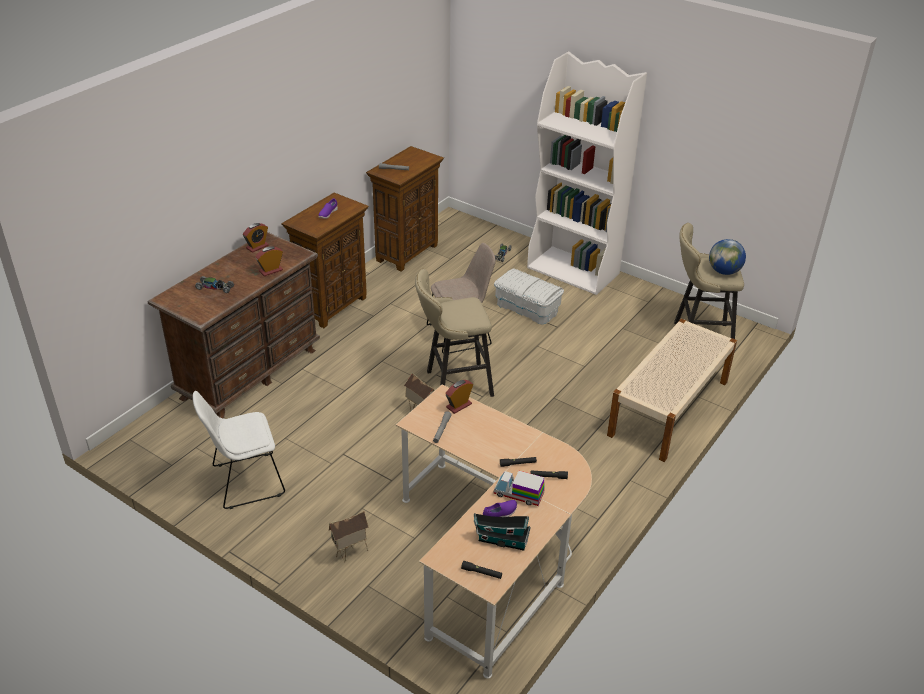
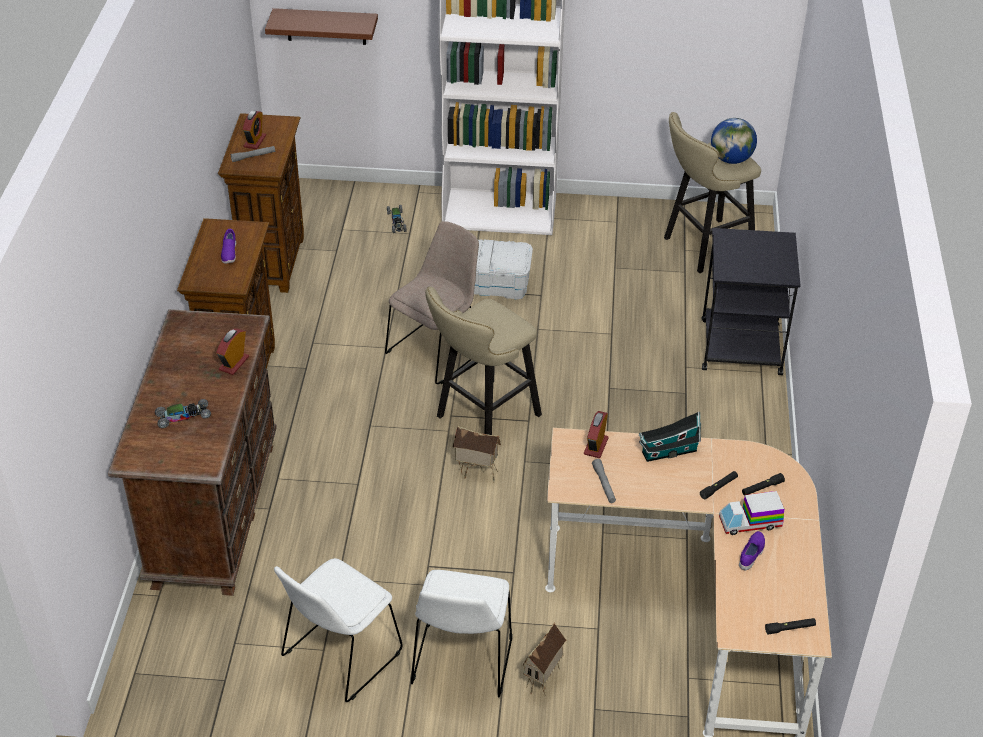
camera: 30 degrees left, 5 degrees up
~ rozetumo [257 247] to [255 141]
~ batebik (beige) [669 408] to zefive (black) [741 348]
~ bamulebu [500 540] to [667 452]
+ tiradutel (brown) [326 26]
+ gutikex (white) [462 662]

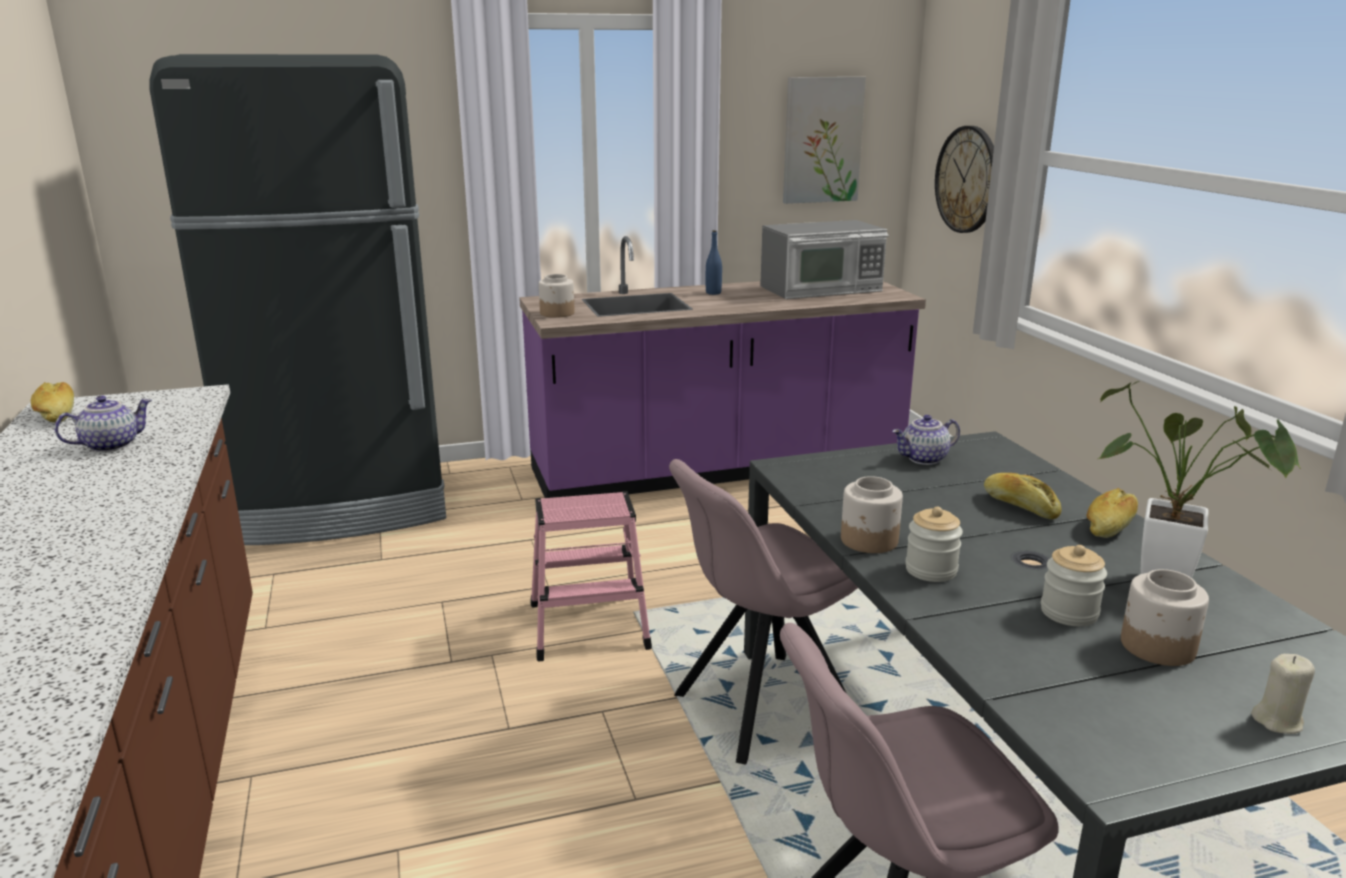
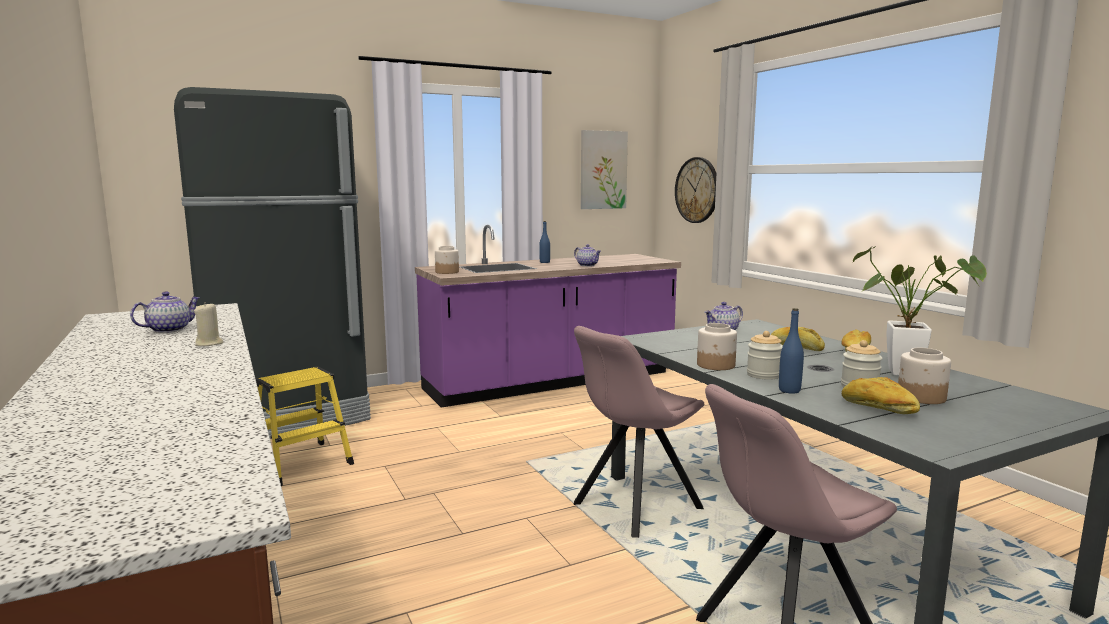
camera: 10 degrees left, 10 degrees down
- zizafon [822 289]
~ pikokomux [56 415] to [878 408]
- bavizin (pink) [589 624]
~ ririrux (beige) [1277 721] to [209 344]
+ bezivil [588 265]
+ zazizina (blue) [789 390]
+ bavizin (yellow) [302 462]

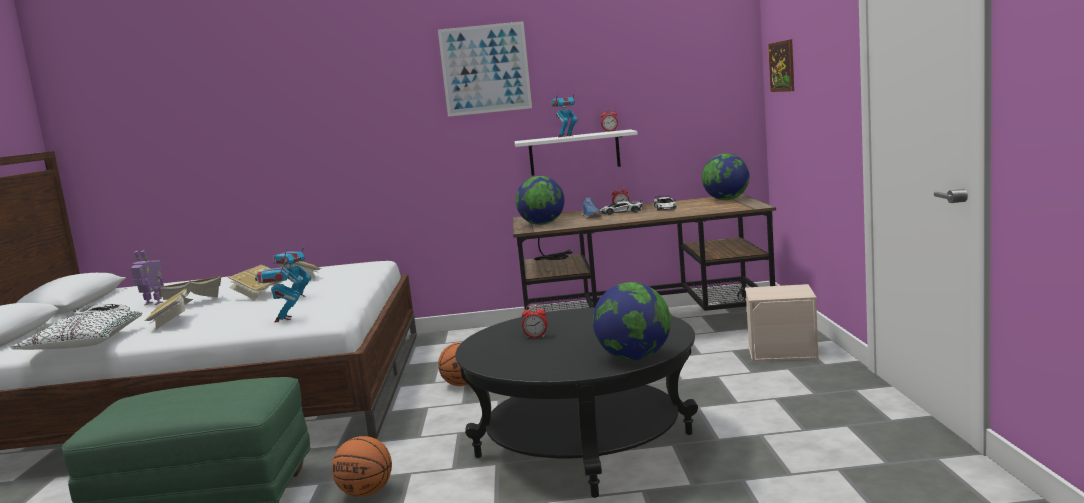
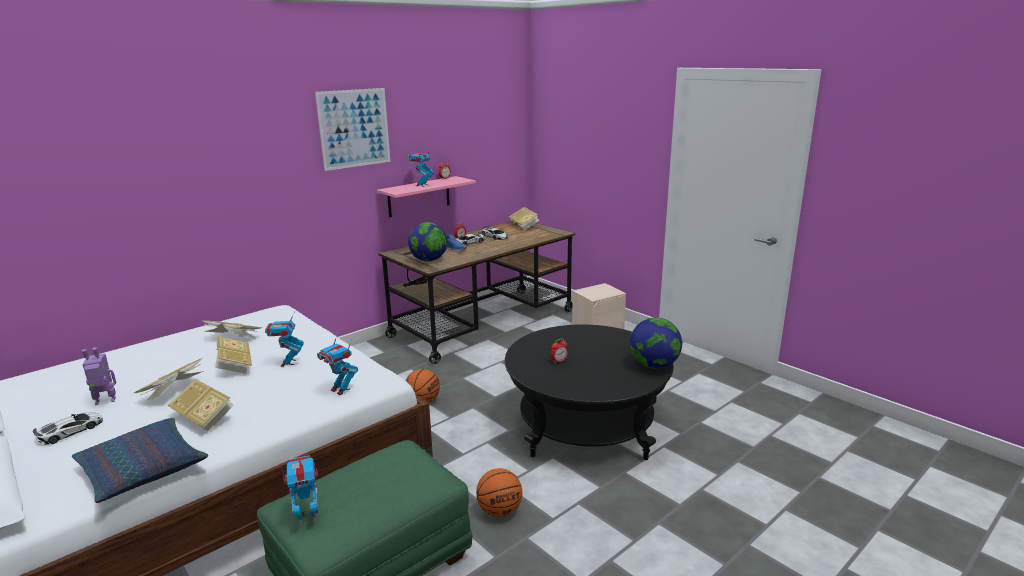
camera: 40 degrees left, 10 degrees up
- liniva [782 66]
~ tiradutel (white) [574 153] to tiradutel (pink) [419 196]
~ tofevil [726 199] to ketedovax [524 226]
~ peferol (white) [83 343] to peferol (blue) [142 469]
+ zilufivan [307 517]

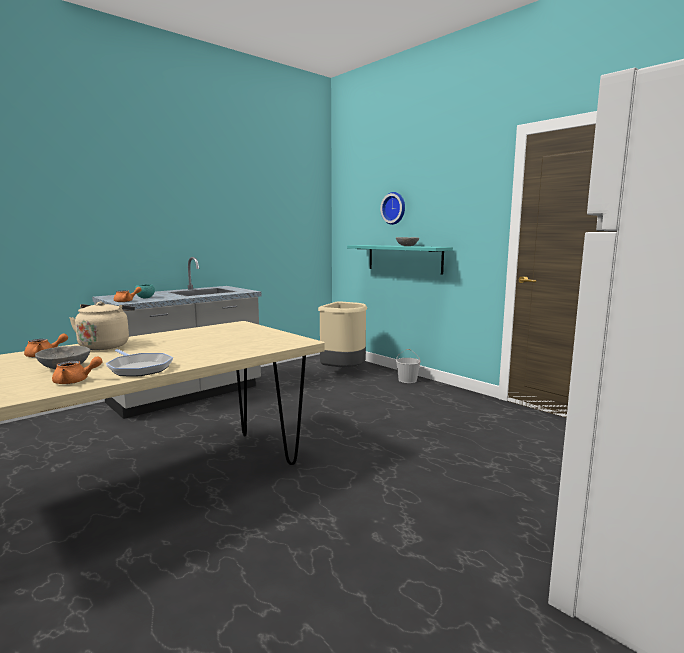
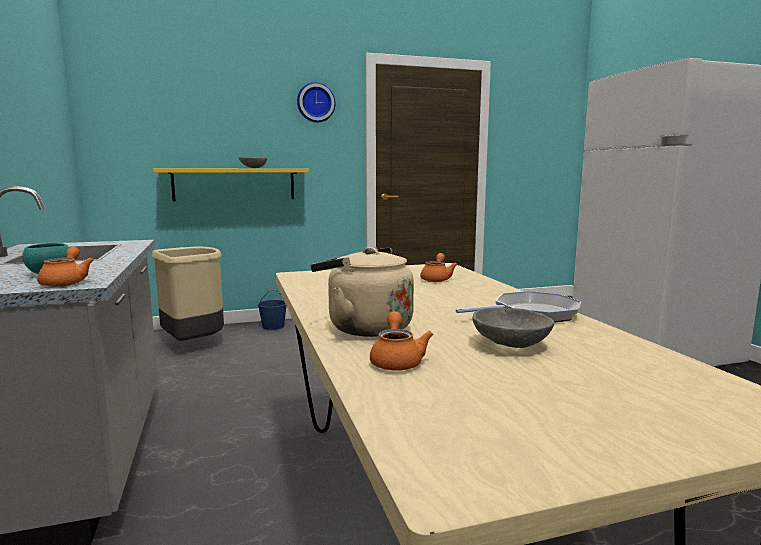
camera: 65 degrees left, 0 degrees up
~ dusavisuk [394 208] to [315 102]
~ tiradutel (turquoise) [404 258] to tiradutel (yellow) [234 184]
~ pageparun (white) [408 380] to pageparun (blue) [273 326]
~ bezivil (orange) [75 381] to [437 279]

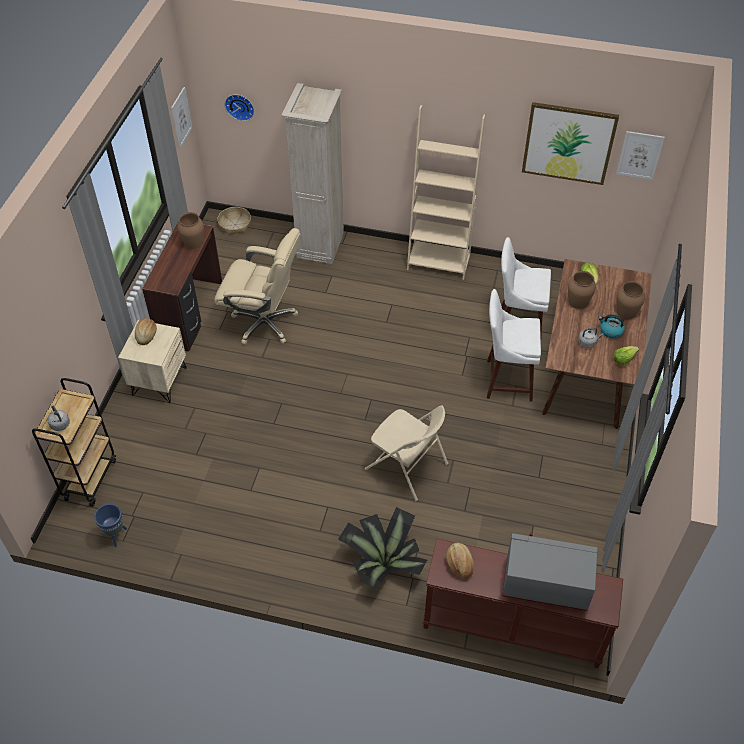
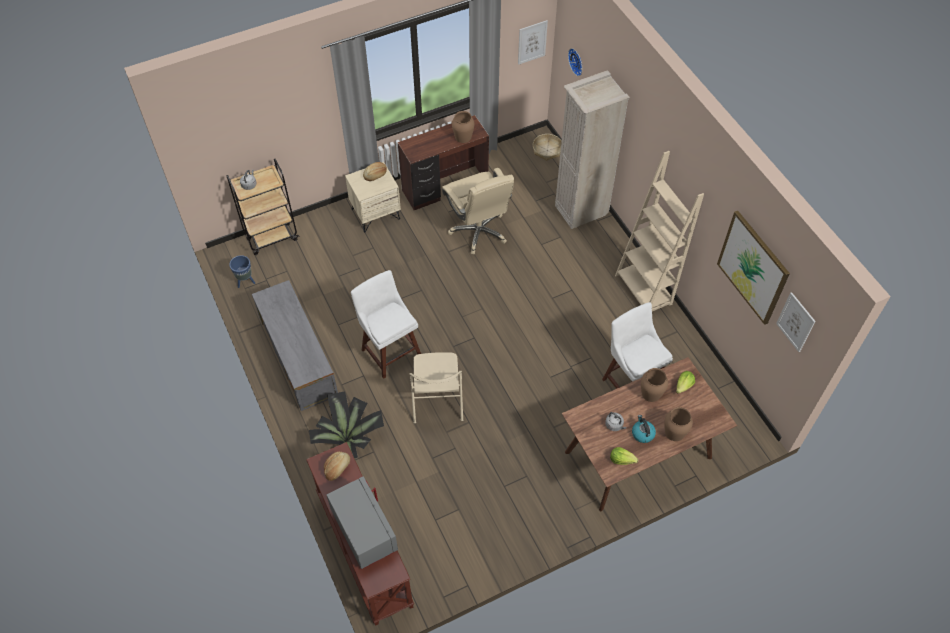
camera: 50 degrees right, 5 degrees up
~ gutikex (white) [505 379] to [390 350]
+ batebik (grey) [296 355]

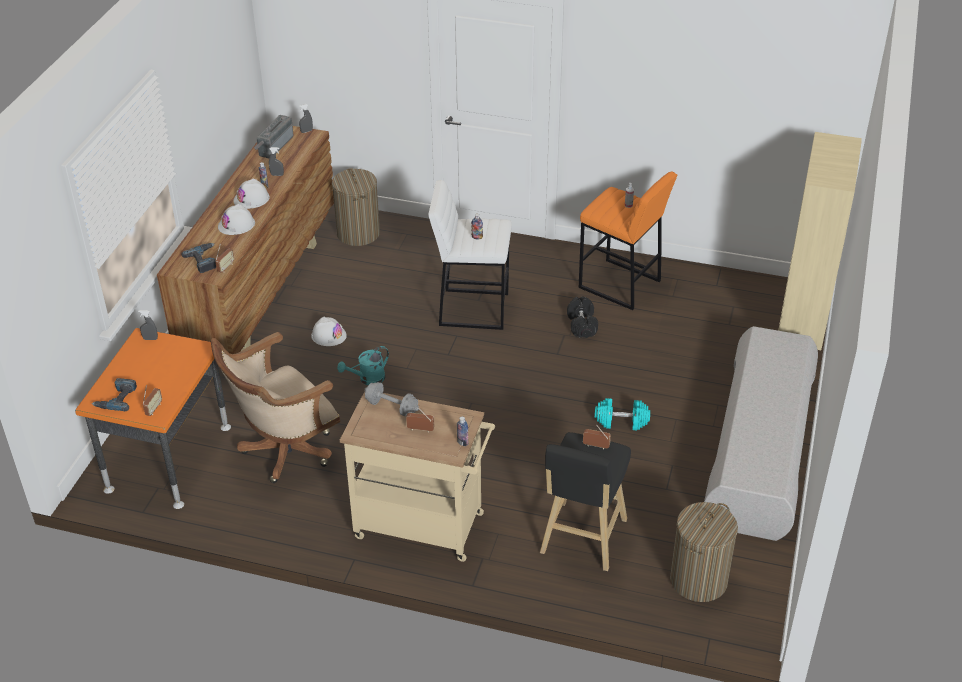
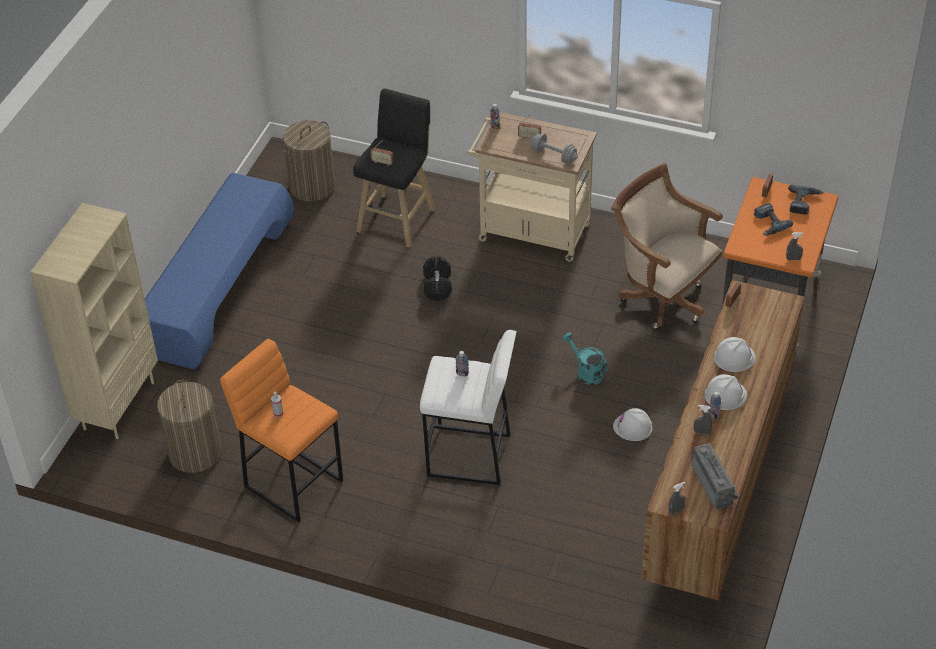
camera: 175 degrees left, 5 degrees up
~ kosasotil [274 145] = [715 484] 45 degrees counterclockwise
~ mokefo [358 233] to [195 453]
~ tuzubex [204 260] to [768 223]
~ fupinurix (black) [581 325] to [437 286]
~ batebik (grey) [760 448] to batebik (blue) [216 287]
~ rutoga [284 453] = [660 299] 105 degrees counterclockwise
~ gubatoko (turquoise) [368 379] = [586 372] 105 degrees counterclockwise
- fupinurix (turquoise) [621 421]

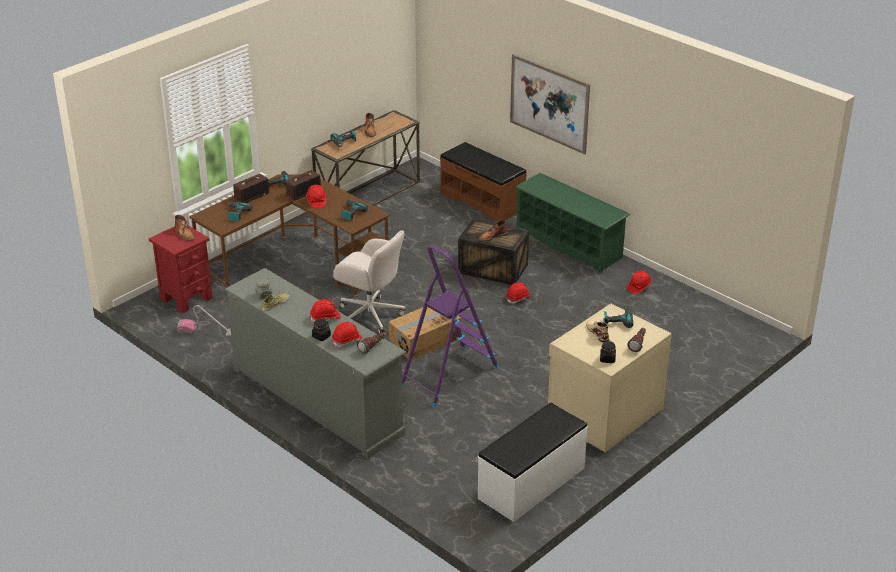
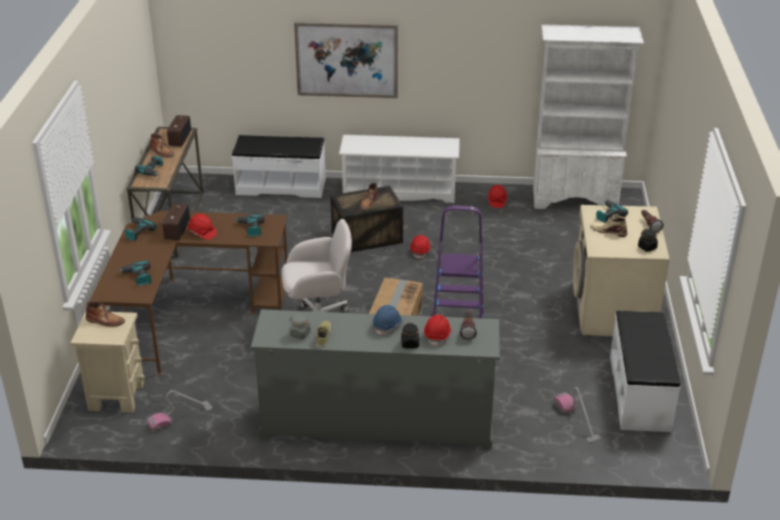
camera: 40 degrees left, 0 degrees up
~ batebik (brown) [482 201] to batebik (white) [281 186]
~ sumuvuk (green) [569 244] to sumuvuk (white) [399 191]
~ kosasotil [252 196] to [179 138]
~ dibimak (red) [187 298] to dibimak (beige) [117 396]
~ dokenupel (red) [325 317] to dokenupel (blue) [388 325]
+ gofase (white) [575 199]
+ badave [576 420]

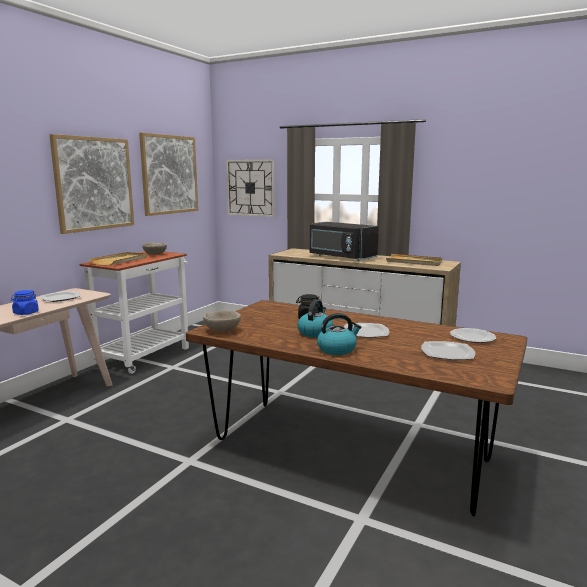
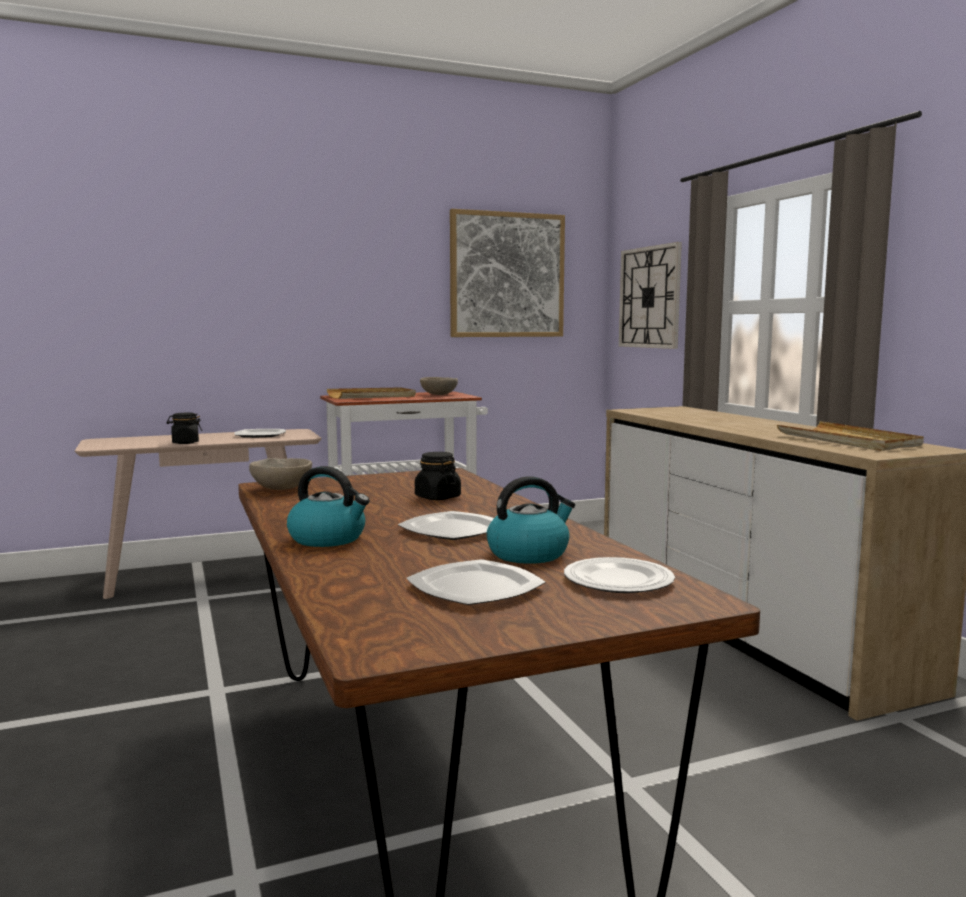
camera: 40 degrees right, 5 degrees down
- liniva [94 184]
- zizafon (black) [340 257]
~ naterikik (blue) [26 313] to naterikik (black) [185 442]
~ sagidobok [315 332] to [529 554]

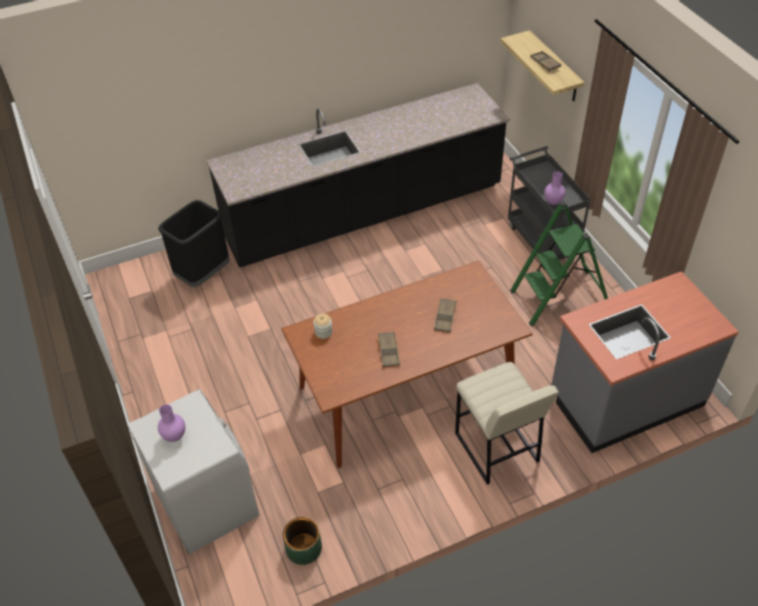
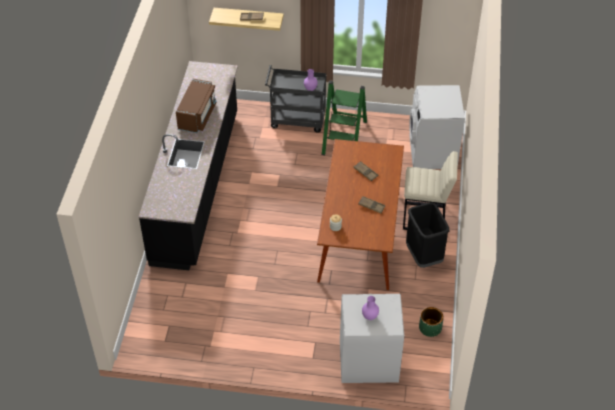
camera: 60 degrees left, 0 degrees up
~ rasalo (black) [203 274] to [424 256]
~ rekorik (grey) [625 398] to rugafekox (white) [431 151]
+ zizafon (brown) [197 116]

